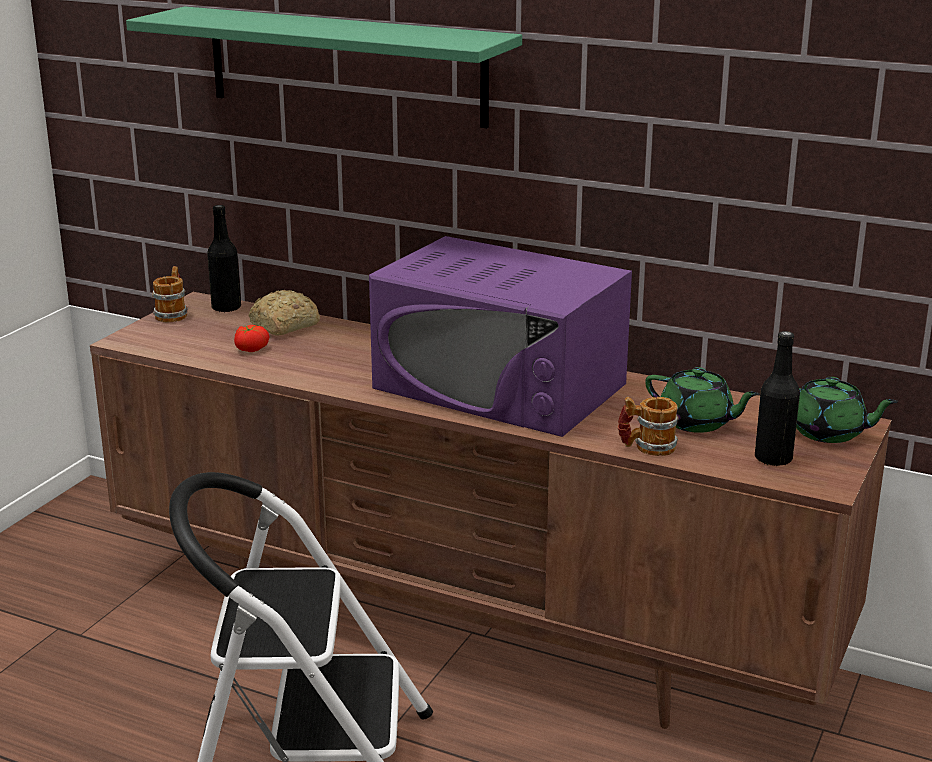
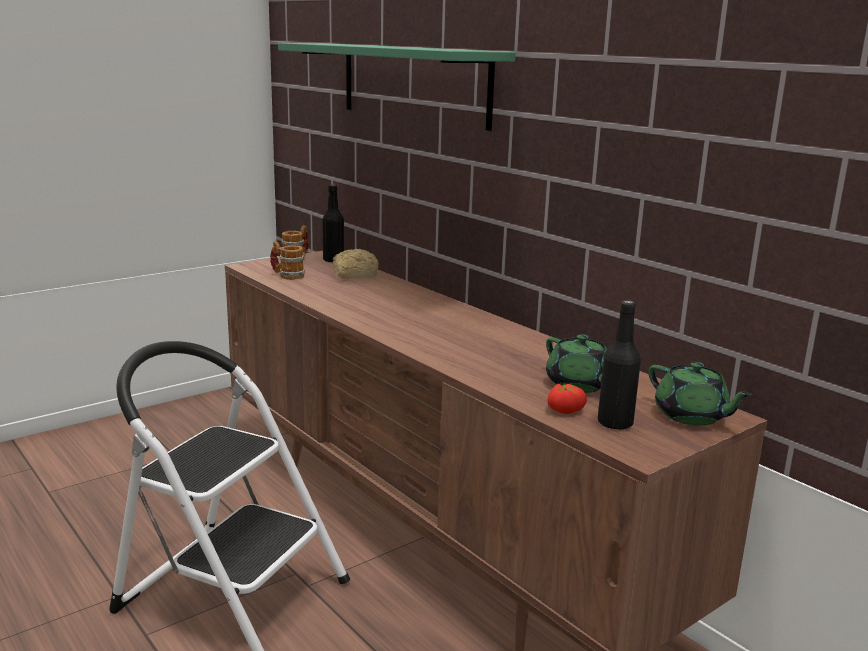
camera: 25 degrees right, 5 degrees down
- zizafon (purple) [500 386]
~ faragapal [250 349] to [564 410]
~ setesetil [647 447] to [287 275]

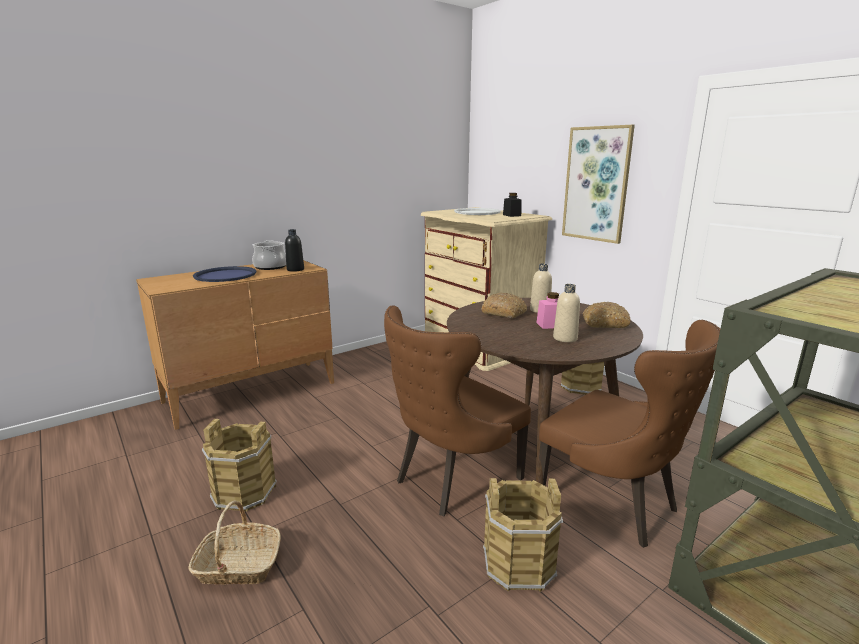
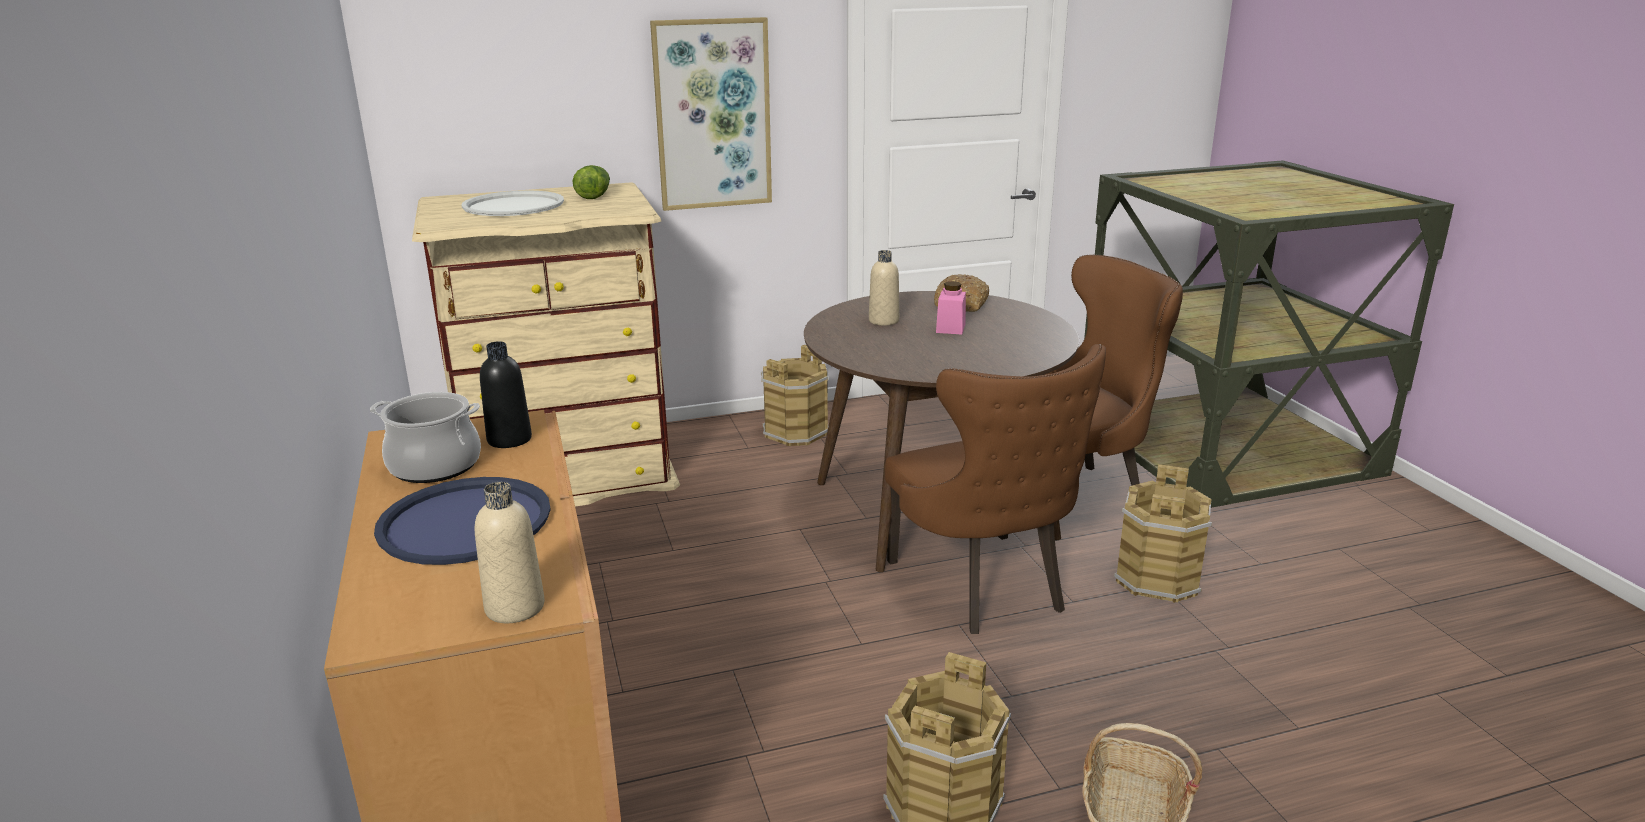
camera: 70 degrees left, 5 degrees up
~ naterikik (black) [512 215] to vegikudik [593 195]
~ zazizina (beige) [565 338] to [515 607]
- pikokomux [504 313]

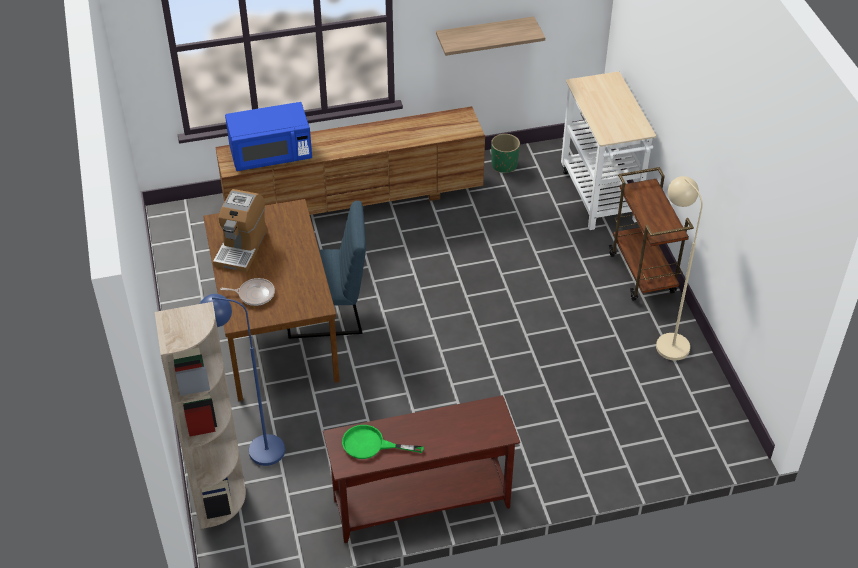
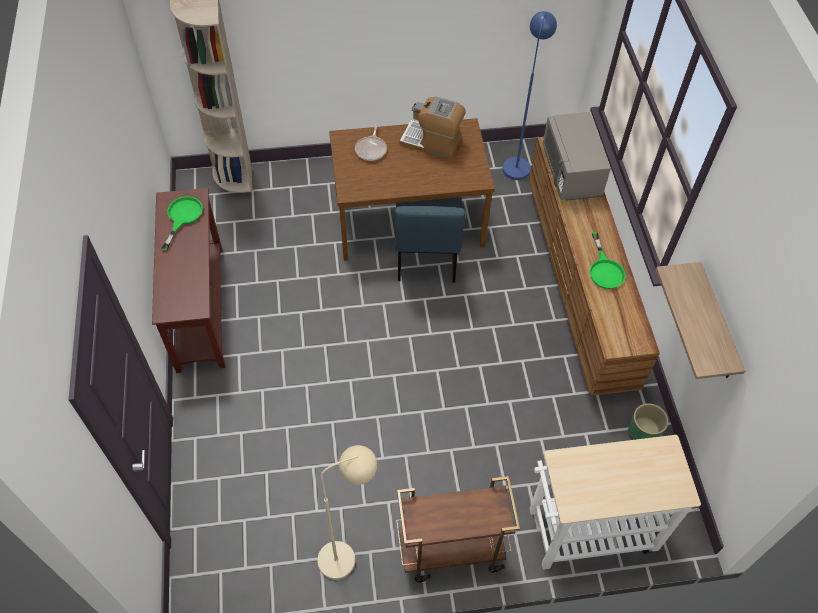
camera: 95 degrees right, 10 degrees up
~ zizafon (blue) [271 155] to zizafon (grey) [571 172]
~ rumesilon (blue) [255 450] to [518 163]
+ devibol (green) [605 269]

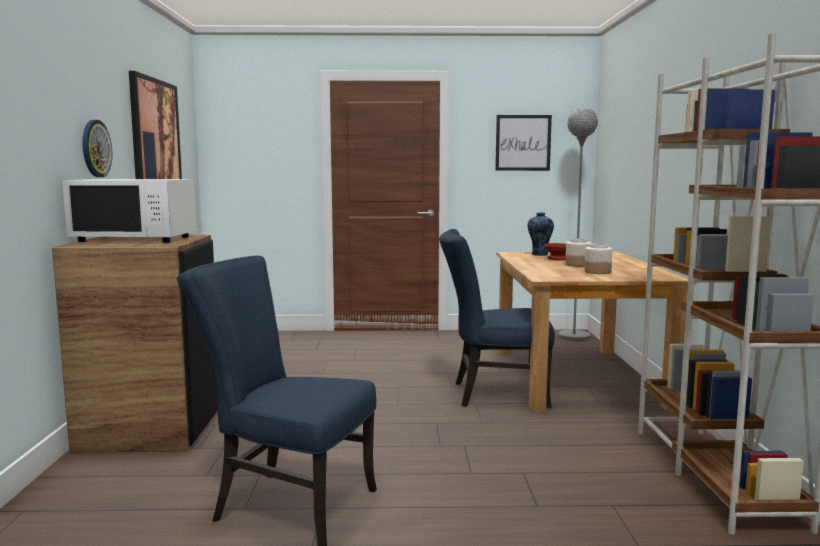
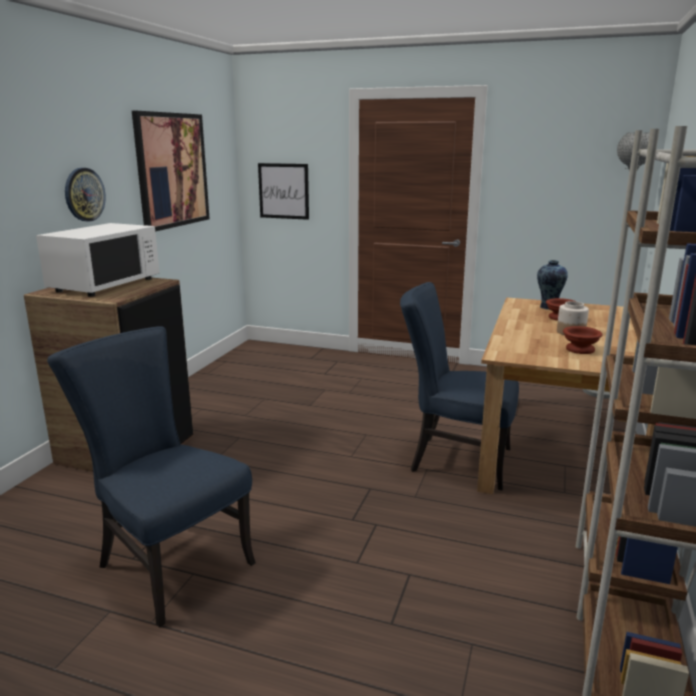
camera: 20 degrees right, 10 degrees up
~ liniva [523 143] to [283 191]
~ zizafon (white) [135 239] = [105 284] 90 degrees counterclockwise
~ naterikik [597 272] to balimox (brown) [579 349]

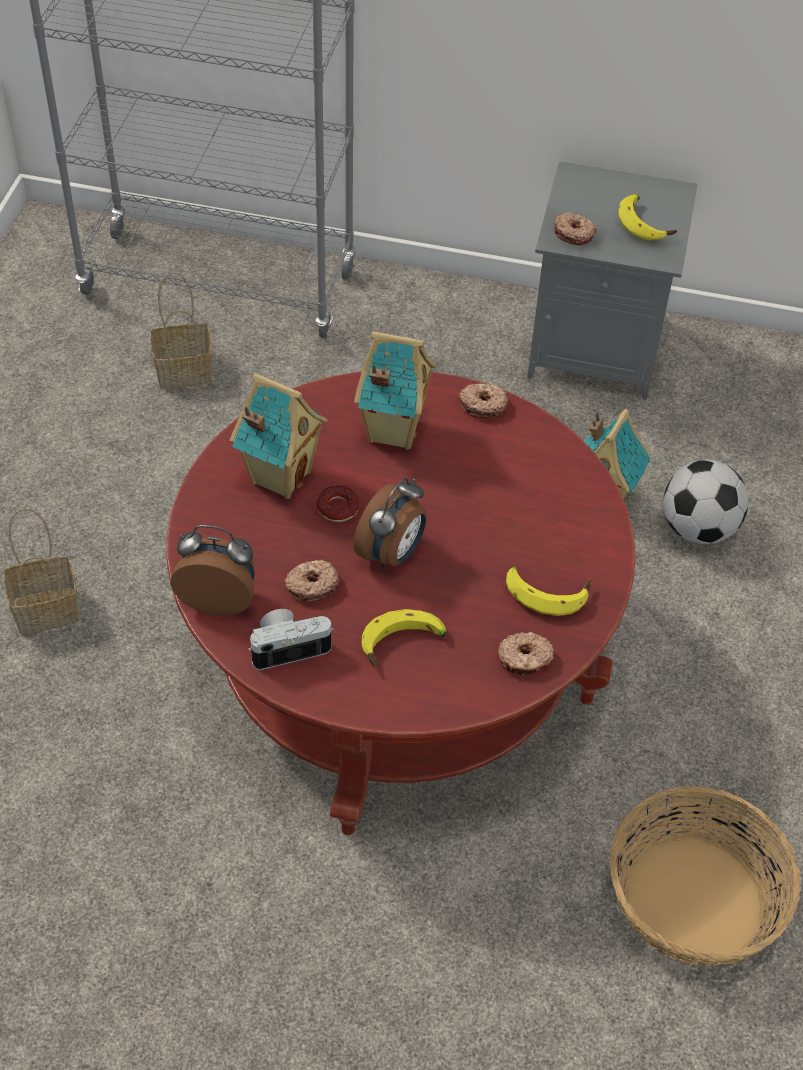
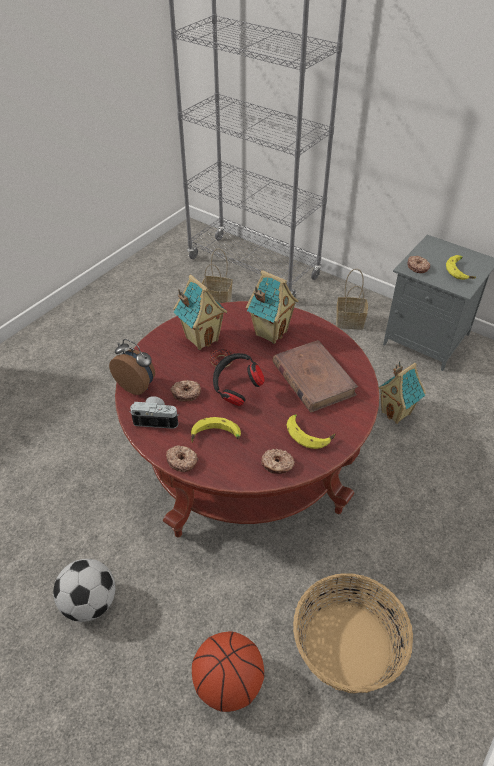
camera: 25 degrees right, 5 degrees down
~ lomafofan [483 405] to [182 461]
~ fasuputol [697 529] to [89 603]
~ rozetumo [392 554] to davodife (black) [236 390]
~ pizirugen [48 608] to [350 321]
+ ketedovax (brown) [313 378]
+ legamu [229 683]

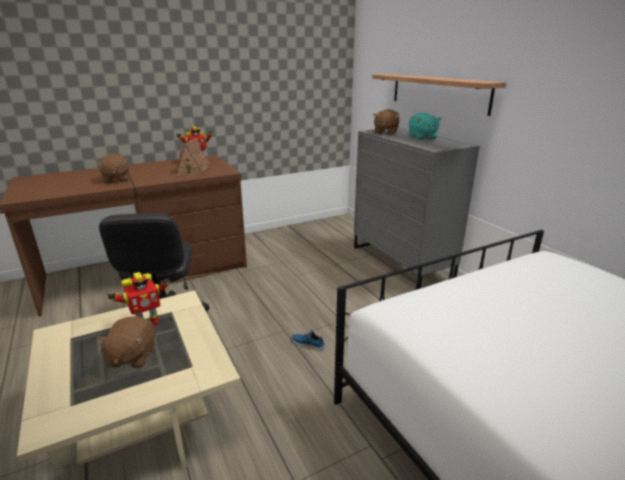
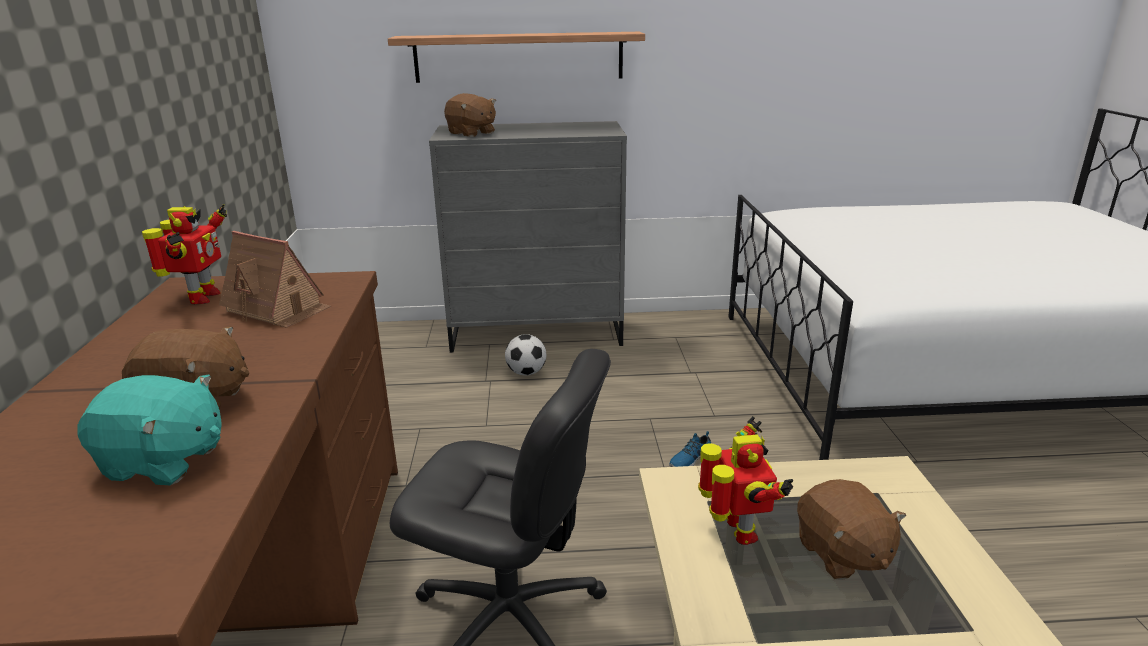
camera: 65 degrees left, 0 degrees up
~ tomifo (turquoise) [422 137] to [164 462]
~ tomifo (brown) [132 356] = [842 554] 45 degrees clockwise
+ fasuputol [526 373]

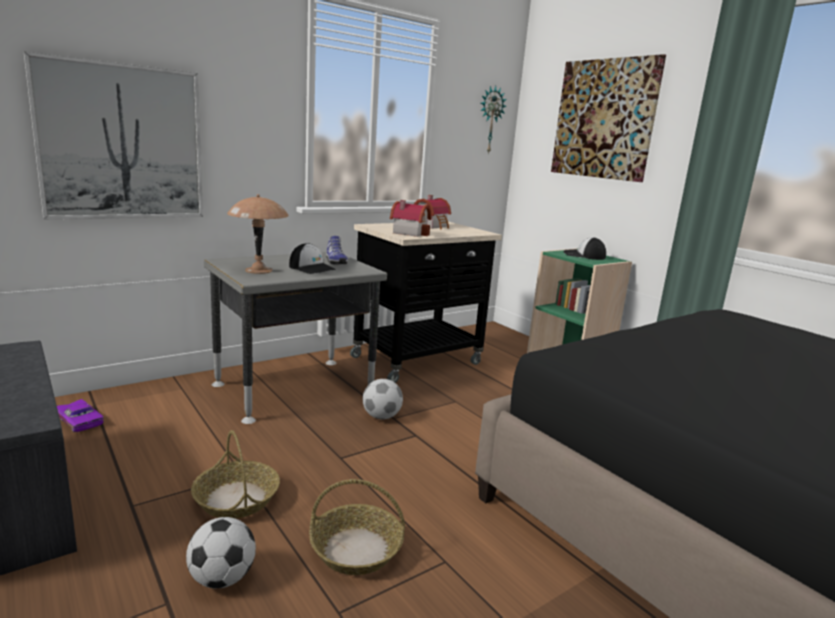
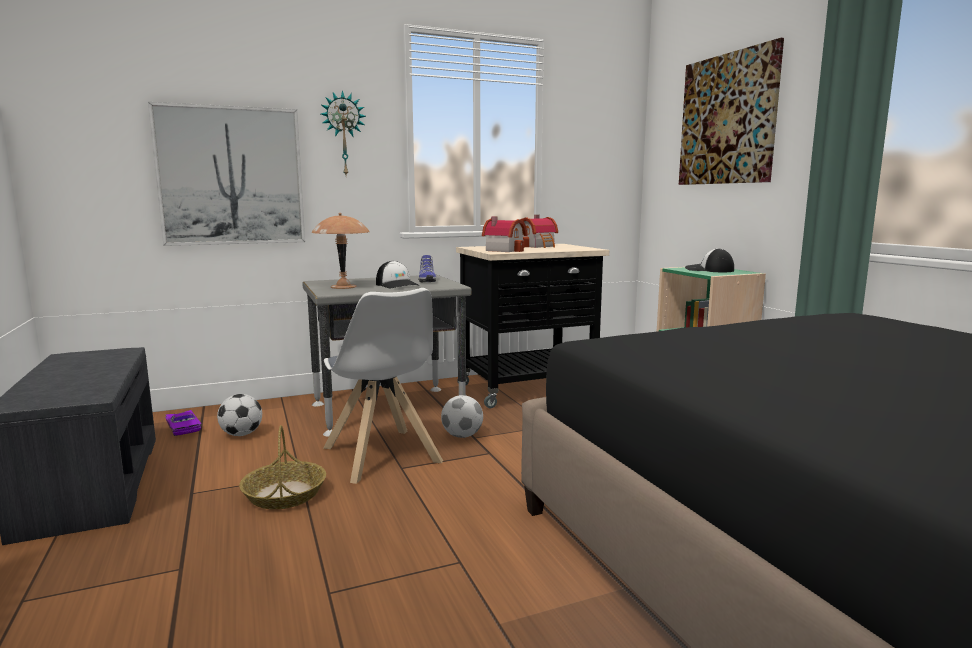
camera: 15 degrees right, 5 degrees down
~ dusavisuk [490 120] to [343 134]
- pizirugen [357 549]
~ fasuputol [222 578] to [241 434]
+ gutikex [382 456]

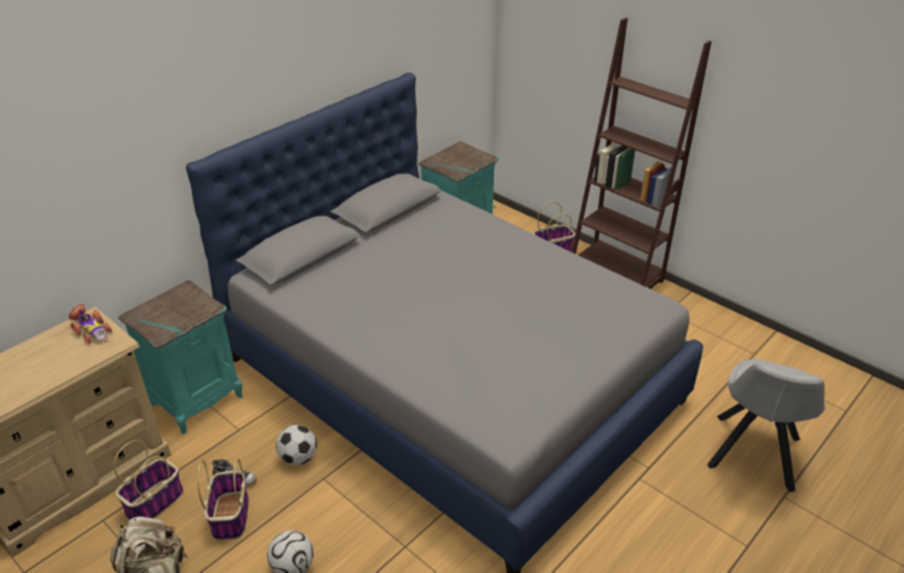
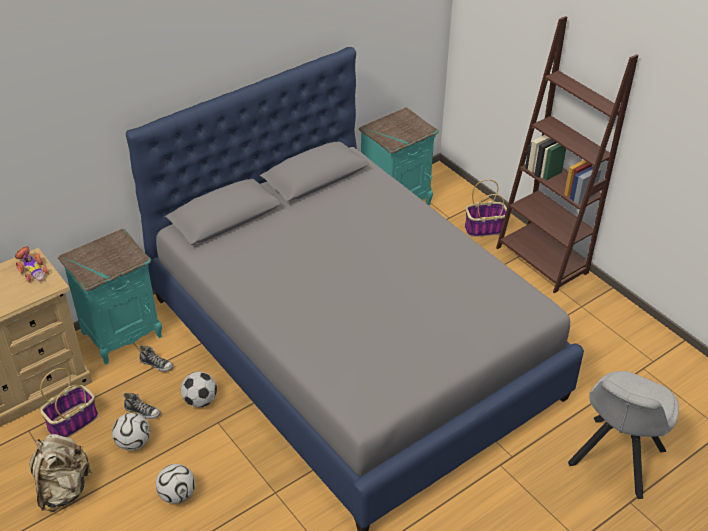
camera: 10 degrees right, 5 degrees up
~ pizirugen [230 515] to fasuputol [133 442]
+ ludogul [157 364]

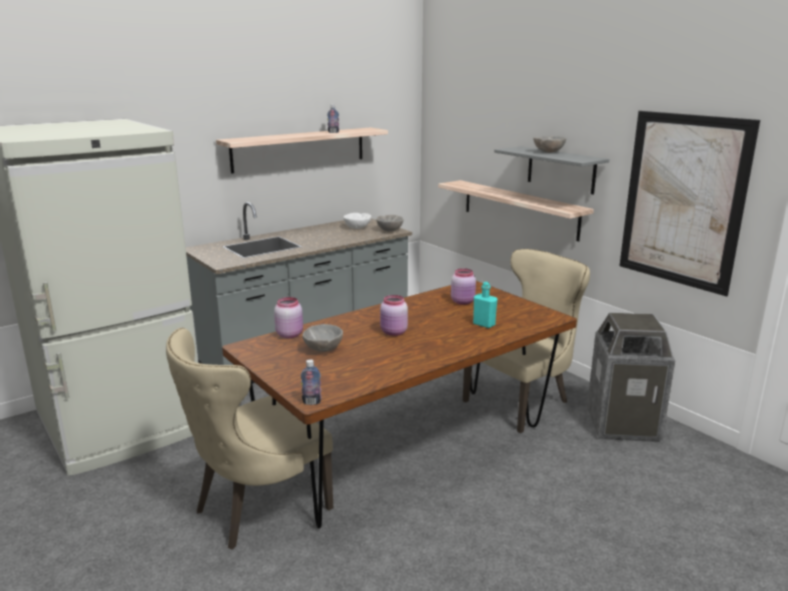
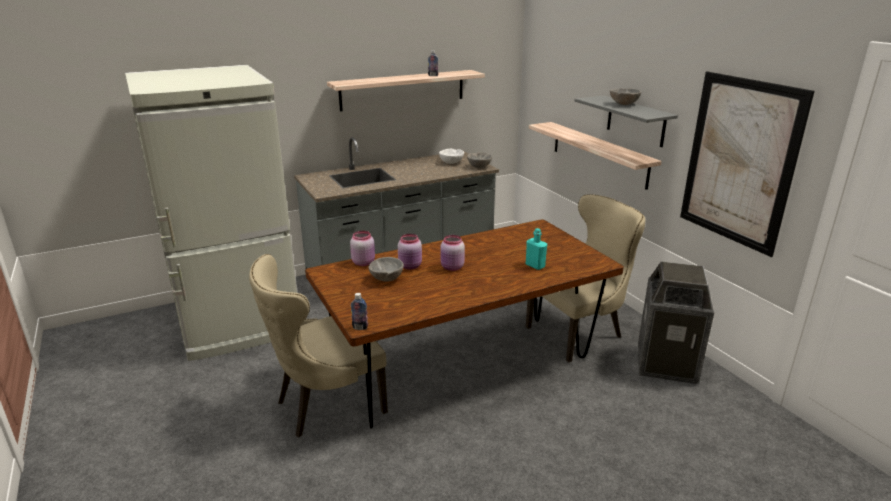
camera: 10 degrees right, 5 degrees up
~ naterikik (pink) [463 302] to [410 266]

